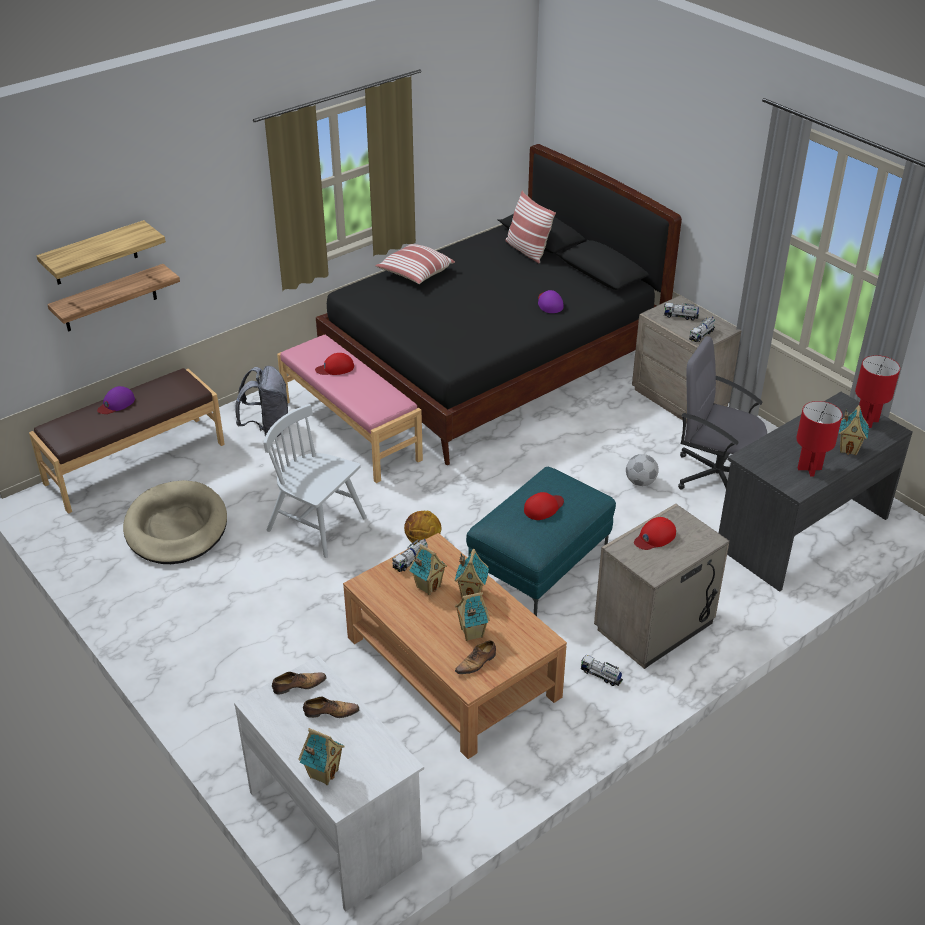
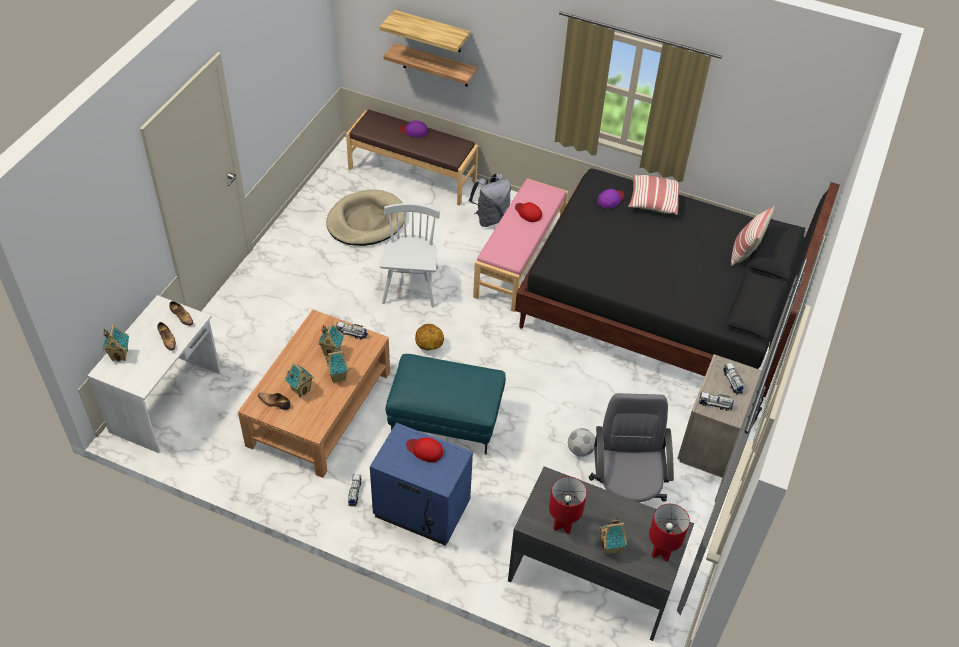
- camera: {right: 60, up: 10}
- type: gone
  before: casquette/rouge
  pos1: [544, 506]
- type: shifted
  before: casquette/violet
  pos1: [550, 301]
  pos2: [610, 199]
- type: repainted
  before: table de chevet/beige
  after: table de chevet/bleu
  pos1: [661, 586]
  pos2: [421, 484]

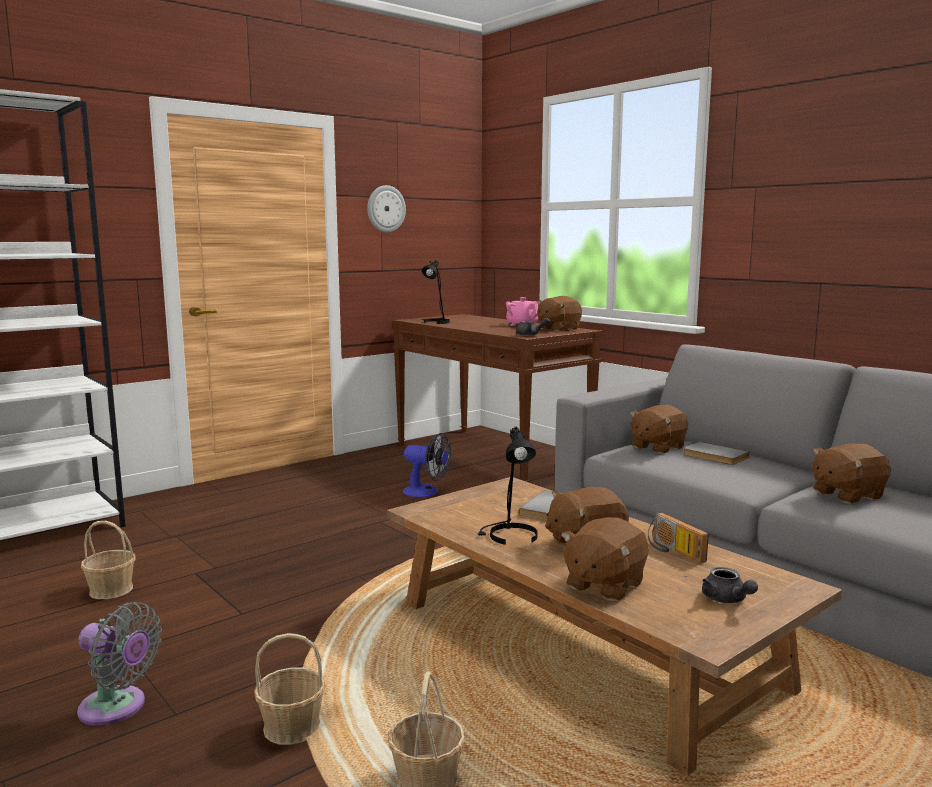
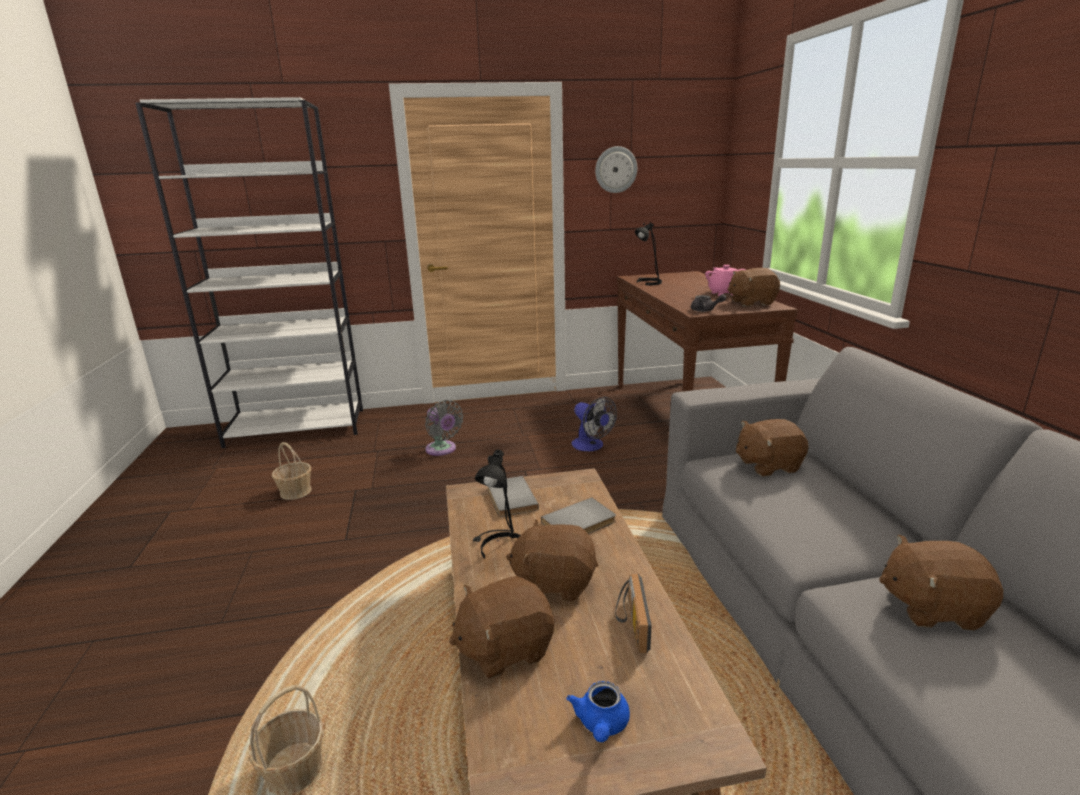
- camera: {right: 30, up: 10}
- type: gone
  before: panier
  pos1: [290, 689]
- type: shifted
  before: ventilateur/gris
  pos1: [119, 664]
  pos2: [444, 428]
- type: shifted
  before: livre/gris
  pos1: [716, 453]
  pos2: [513, 496]
- type: repainted
  before: théière/gris
  after: théière/bleu
  pos1: [730, 585]
  pos2: [598, 711]

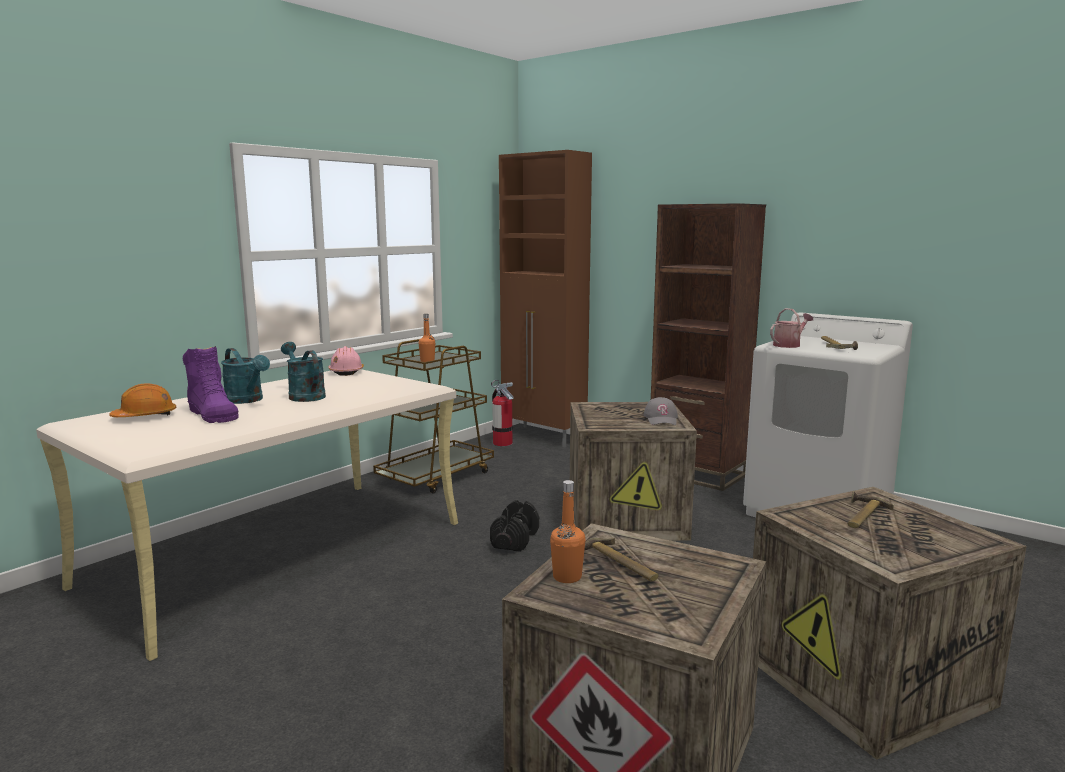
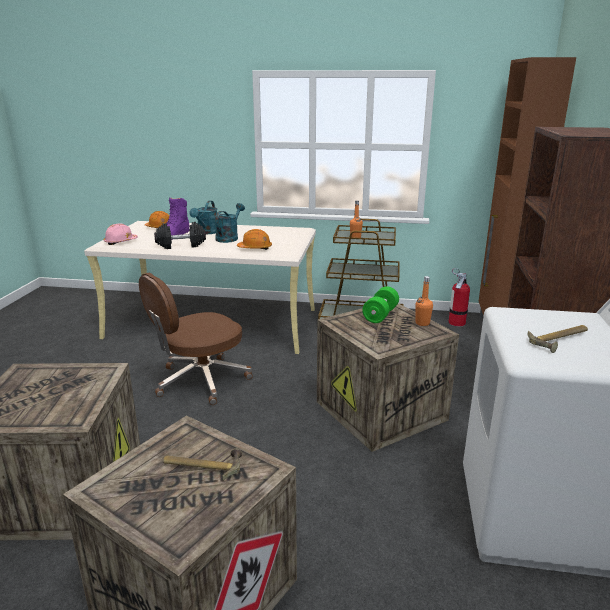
- camera: {right: 60, up: 10}
- type: gone
  before: marteau
  pos1: [621, 559]
- type: gone
  before: casquette/gris
  pos1: [661, 411]
- type: gone
  before: arrosoir
  pos1: [791, 328]
- type: new
  after: chaise de bureau/marron
  pos2: [196, 339]
- type: new
  after: casque de chantier/orange
  pos2: [254, 239]
- type: new
  after: haltère/vert
  pos2: [380, 304]
- type: shifted
  before: casque de chantier/rose
  pos1: [346, 361]
  pos2: [120, 234]
- type: shifted
  before: haltère/noir
  pos1: [514, 526]
  pos2: [180, 235]
- type: shifted
  before: bouteille/orange
  pos1: [567, 531]
  pos2: [424, 301]

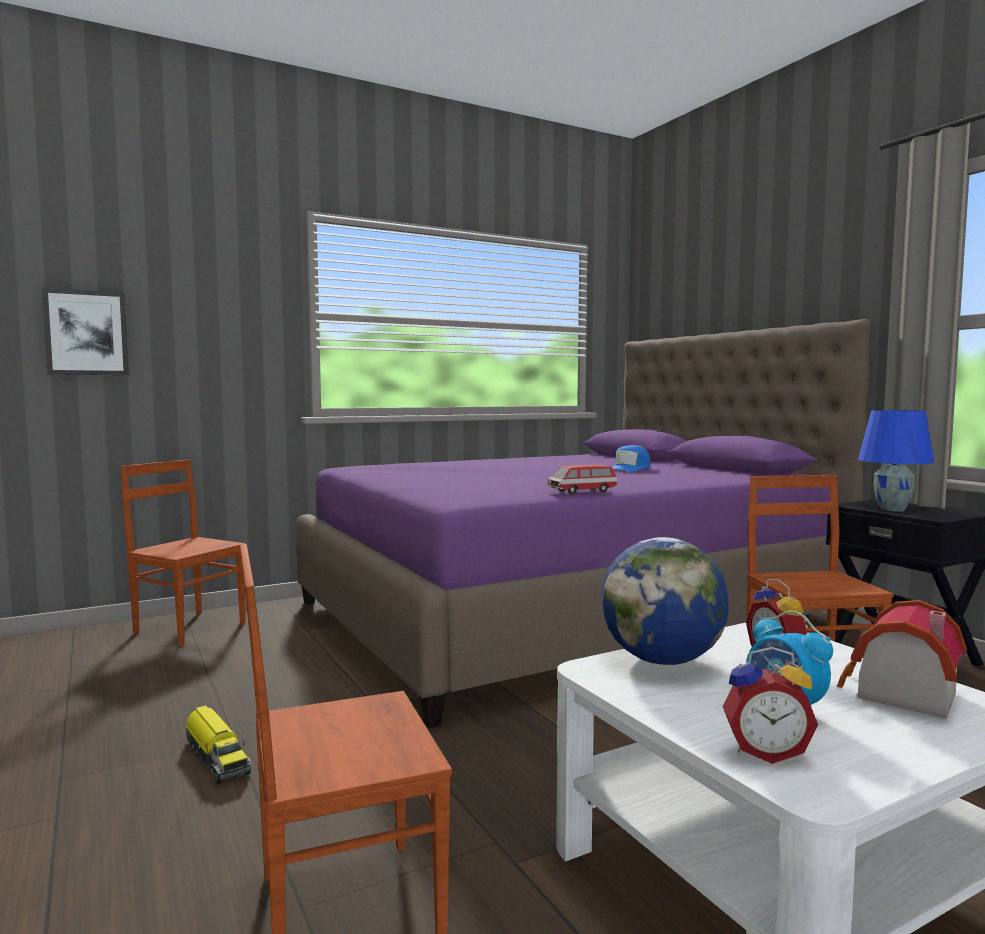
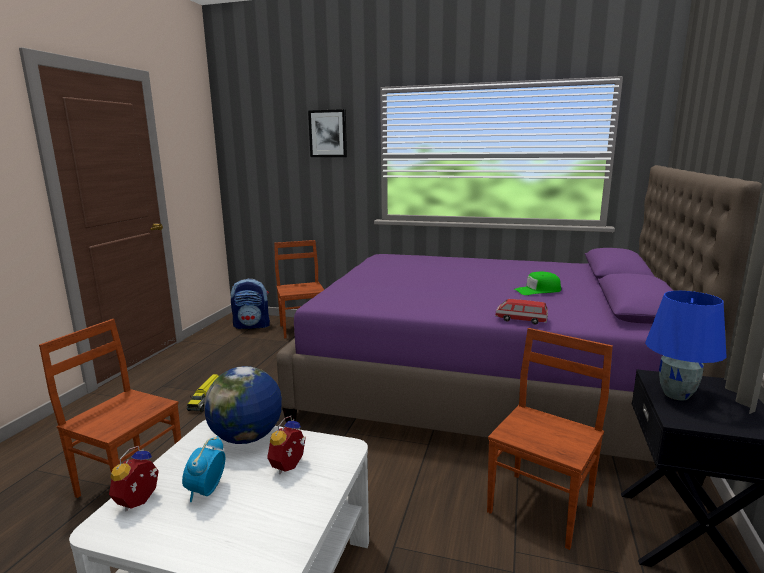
- camera: {right: 45, up: 10}
- type: gone
  before: maison miniature
  pos1: [902, 659]
- type: new
  after: sac à dos
  pos2: [250, 304]
- type: shifted
  before: tableau
  pos1: [85, 331]
  pos2: [327, 133]
- type: shifted
  before: petite voiture
  pos1: [582, 479]
  pos2: [521, 312]
- type: repainted
  before: casquette/bleu
  after: casquette/vert
  pos1: [631, 458]
  pos2: [537, 283]
- type: rotated
  before: réveil
  pos1: [770, 705]
  pos2: [134, 479]
  turn: 60

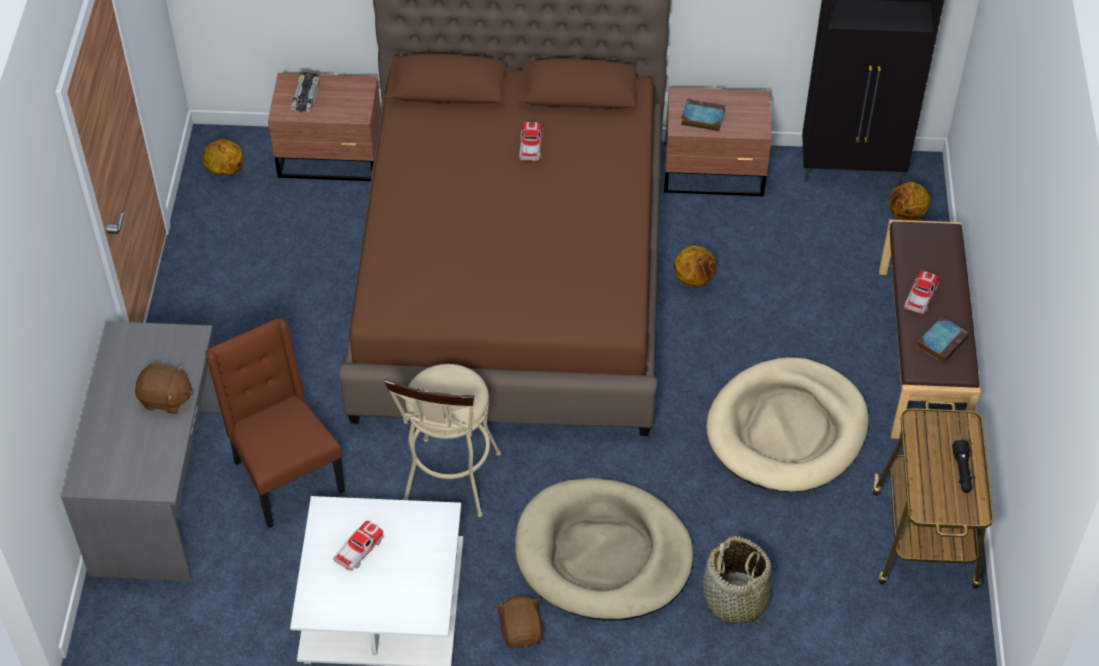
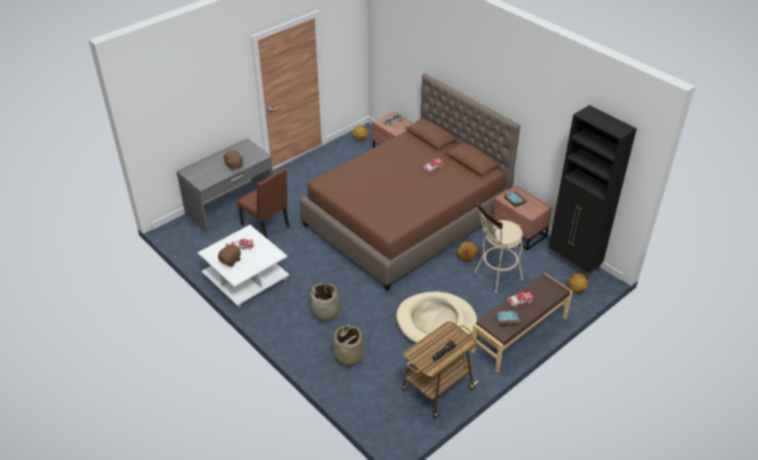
- camera: {right: 45, up: -10}
- type: shifted
  before: tabouret/beige
  pos1: [442, 440]
  pos2: [498, 247]
- type: shifted
  before: peluche/marron
  pos1: [520, 621]
  pos2: [229, 255]
- type: swapped
  before: panier pour chien/beige
  after: panier
  pos1: [604, 549]
  pos2: [327, 302]
- type: rotated
  before: chaise/marron
  pos1: [275, 423]
  pos2: [263, 203]
  turn: 120

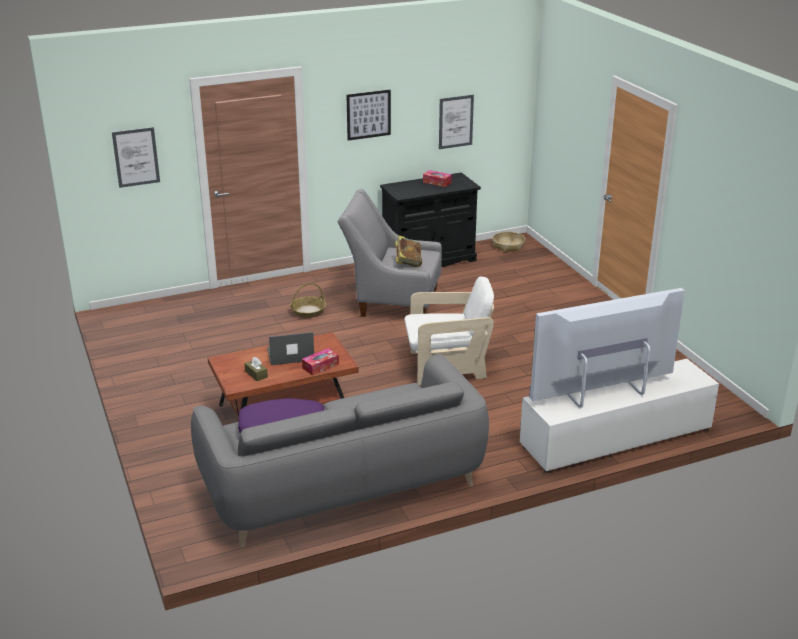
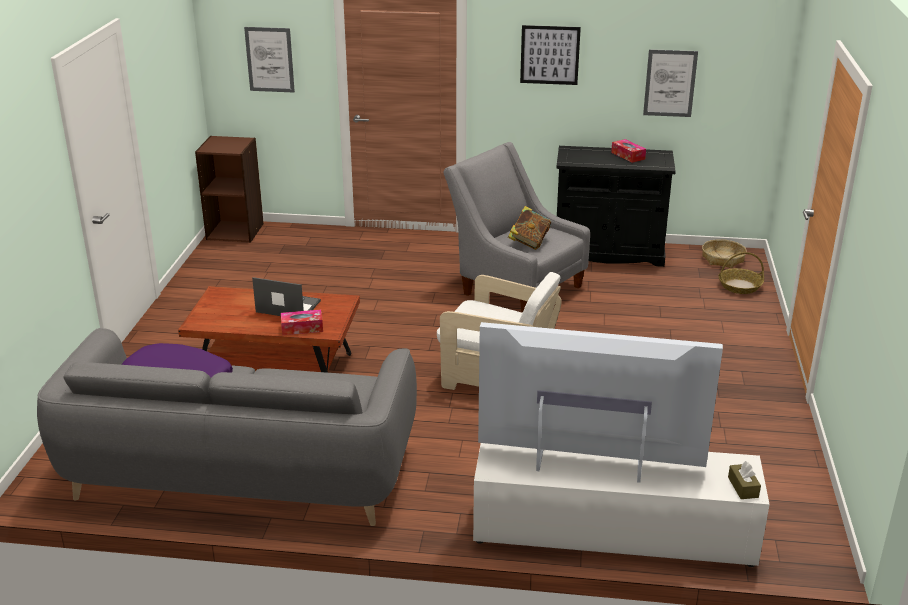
- camera: {right: 30, up: 0}
- type: new
  after: bibliothèque/marron
  pos2: [229, 189]
- type: shifted
  before: boîte à mouchoirs/marron
  pos1: [256, 369]
  pos2: [744, 480]
- type: shifted
  before: panier
  pos1: [308, 300]
  pos2: [741, 273]

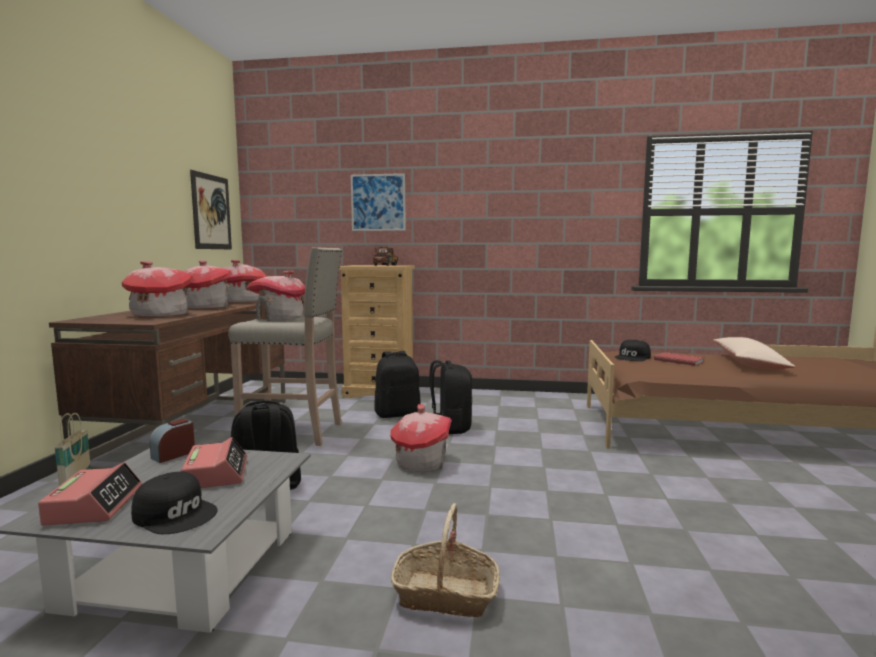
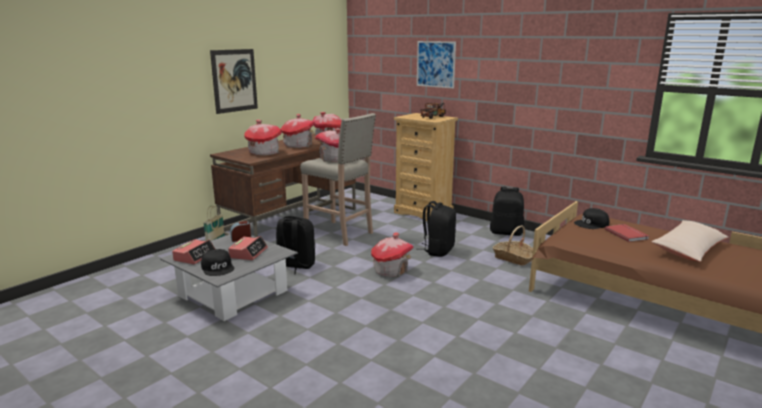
- camera: {right: 30, up: 10}
- type: shifted
  before: tableau
  pos1: [211, 209]
  pos2: [234, 81]
- type: shifted
  before: sac à dos/noir
  pos1: [397, 384]
  pos2: [507, 211]
- type: shifted
  before: panier
  pos1: [445, 560]
  pos2: [513, 246]

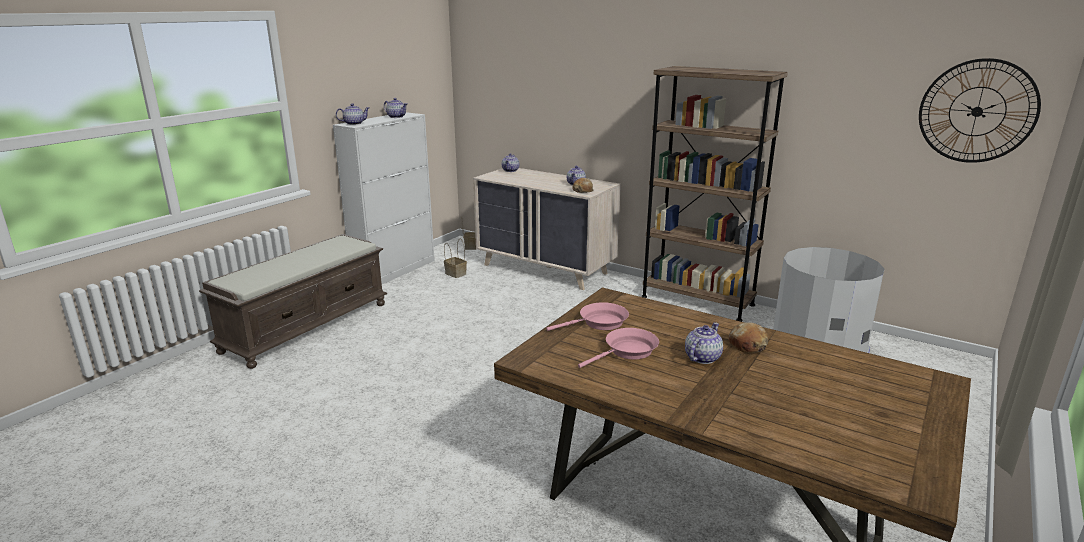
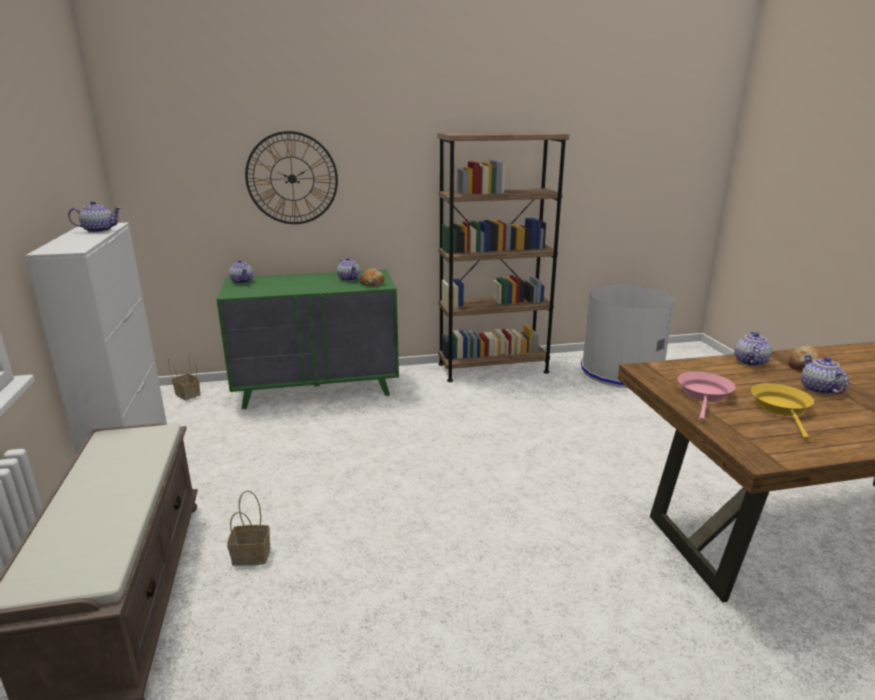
- camera: {right: -45, up: 0}
- type: shifted
  before: théière
  pos1: [352, 114]
  pos2: [753, 348]
- type: shifted
  before: panier
  pos1: [455, 258]
  pos2: [248, 528]
- type: shifted
  before: horloge murale
  pos1: [980, 110]
  pos2: [291, 177]
- type: repainted
  before: commode/beige
  after: commode/vert
  pos1: [547, 229]
  pos2: [307, 339]
- type: repainted
  before: poêle/rose
  after: poêle/jaune
  pos1: [618, 348]
  pos2: [782, 411]

